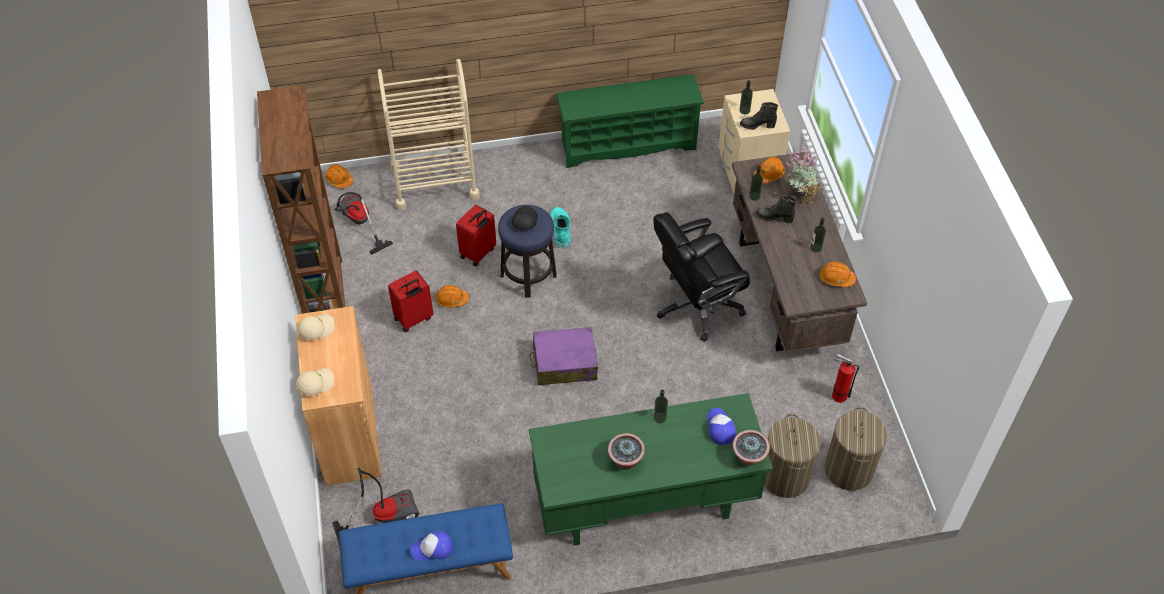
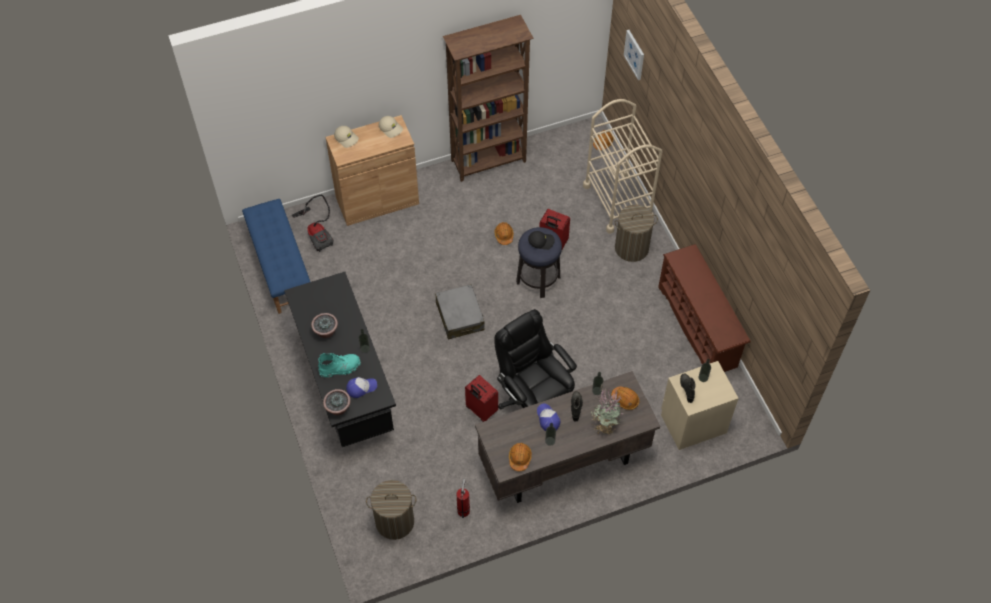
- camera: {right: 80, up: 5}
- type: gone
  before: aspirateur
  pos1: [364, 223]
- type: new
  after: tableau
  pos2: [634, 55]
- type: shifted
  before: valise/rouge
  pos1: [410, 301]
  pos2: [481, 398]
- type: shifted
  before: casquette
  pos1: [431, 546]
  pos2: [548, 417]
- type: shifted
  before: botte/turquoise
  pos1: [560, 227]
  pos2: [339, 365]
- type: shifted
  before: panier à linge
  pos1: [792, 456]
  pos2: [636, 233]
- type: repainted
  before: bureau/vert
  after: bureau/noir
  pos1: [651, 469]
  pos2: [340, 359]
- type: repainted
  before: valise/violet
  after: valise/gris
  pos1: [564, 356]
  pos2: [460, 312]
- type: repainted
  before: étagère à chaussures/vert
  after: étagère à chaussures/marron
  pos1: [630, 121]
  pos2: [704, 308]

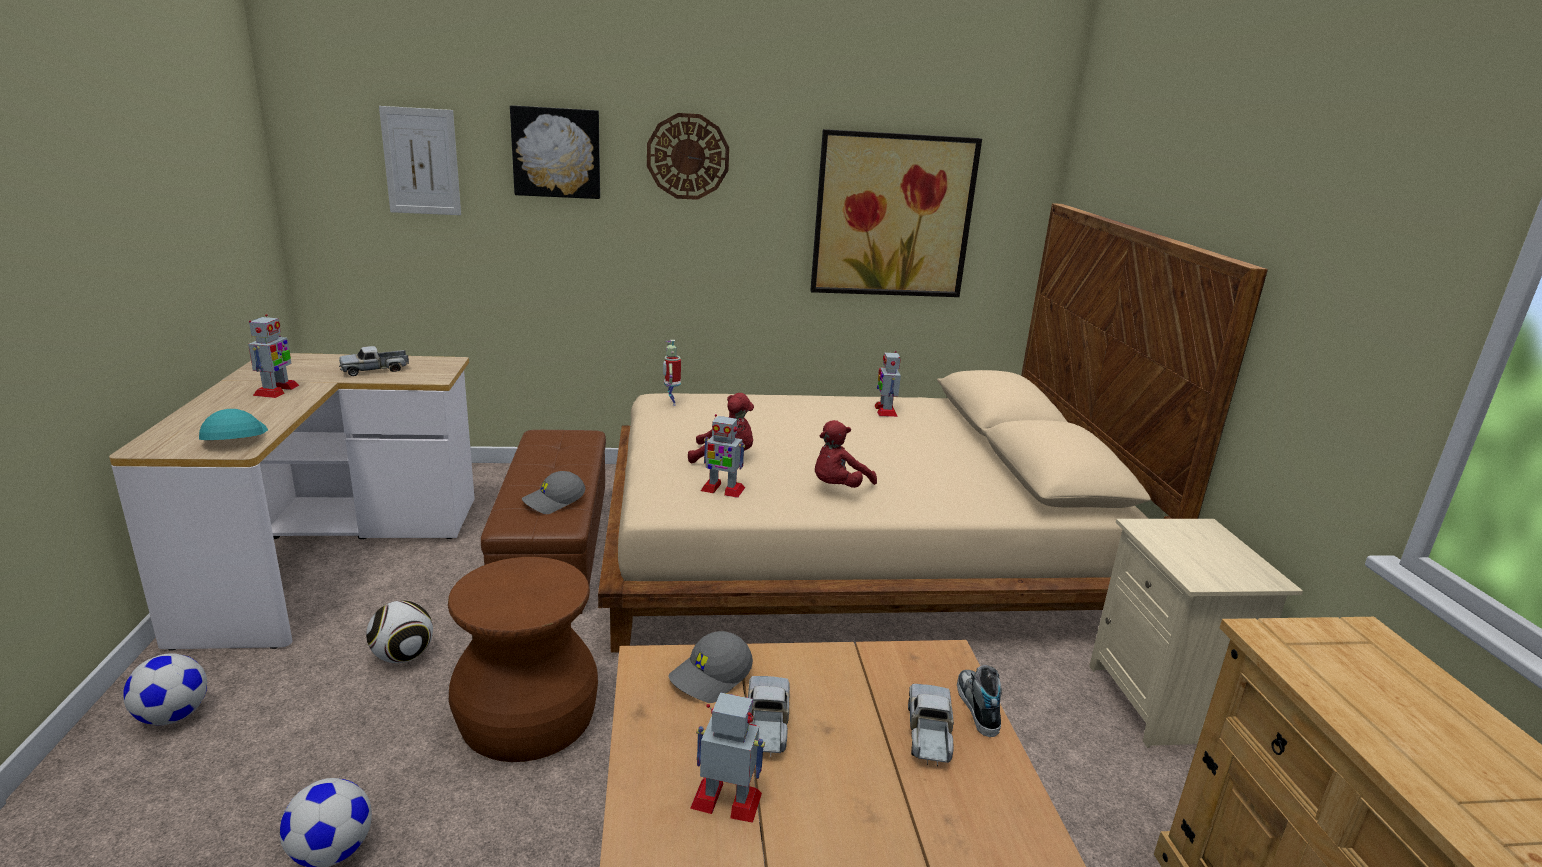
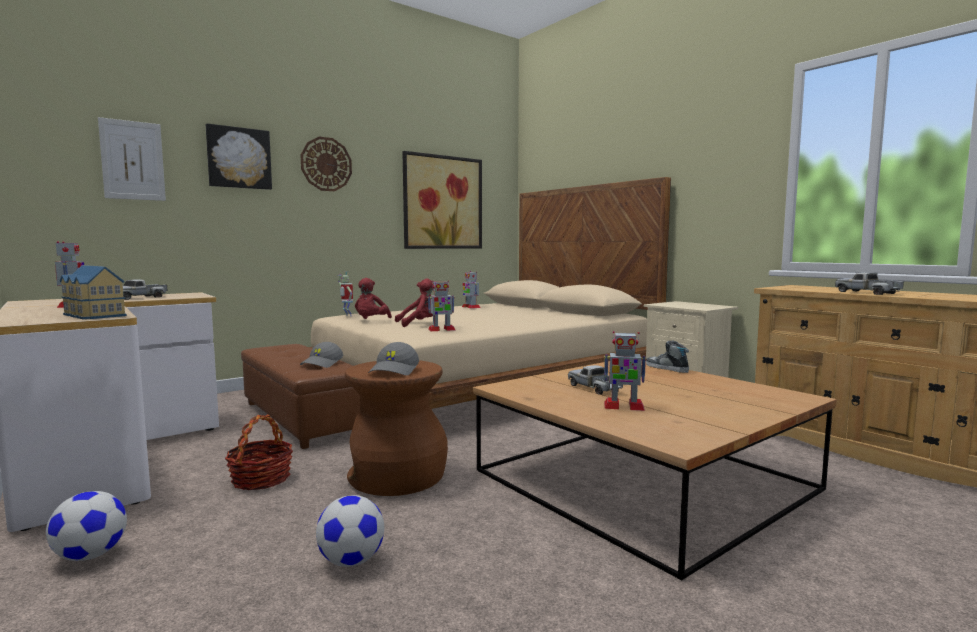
- camera: {right: -30, up: -15}
- type: shifted
  before: casquette/gris
  pos1: [711, 667]
  pos2: [393, 358]
- type: shifted
  before: peluche/rouge
  pos1: [846, 454]
  pos2: [373, 298]
- type: shifted
  before: camion jouet
  pos1: [931, 725]
  pos2: [869, 284]
- type: swapped
  before: casquette/turquoise
  after: maison miniature
  pos1: [233, 424]
  pos2: [93, 292]
- type: swapped
  before: ballon de foot
  after: panier
  pos1: [399, 631]
  pos2: [259, 452]
- type: rotated
  before: robot jouet
  pos1: [727, 757]
  pos2: [625, 371]
  turn: -150

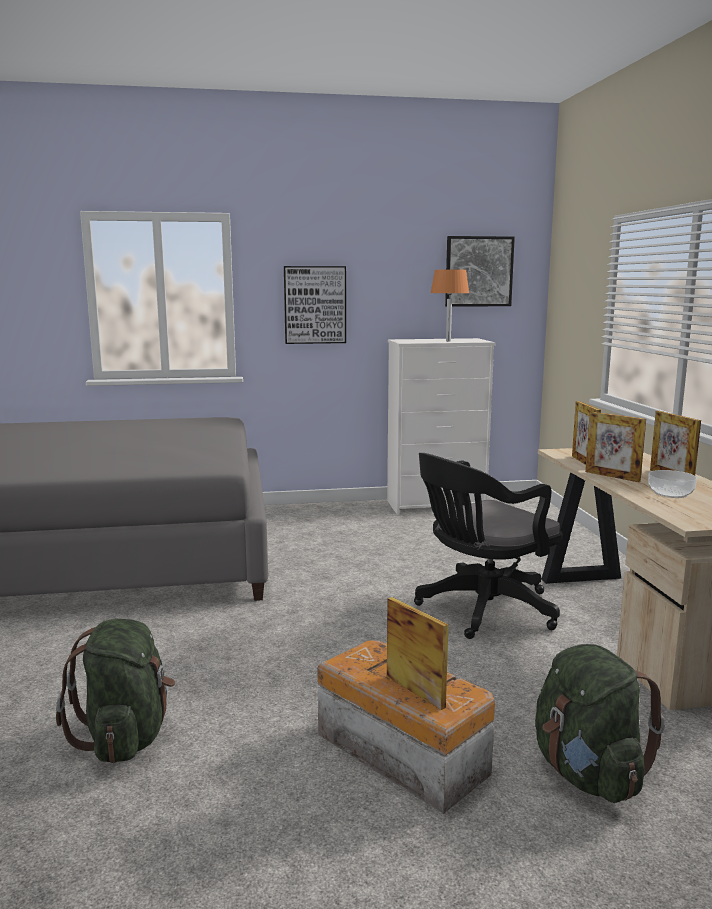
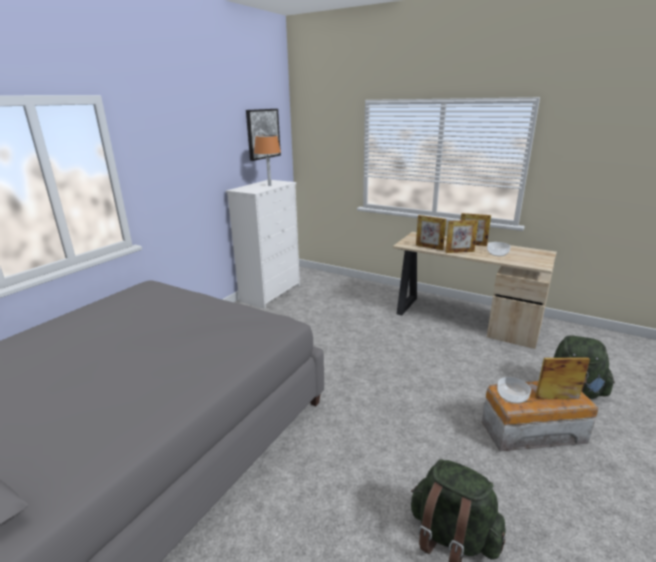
- camera: {right: -50, up: 10}
- type: gone
  before: tableau
  pos1: [315, 305]
- type: gone
  before: chaise de bureau/noir
  pos1: [488, 546]
- type: new
  after: bol
  pos2: [514, 390]

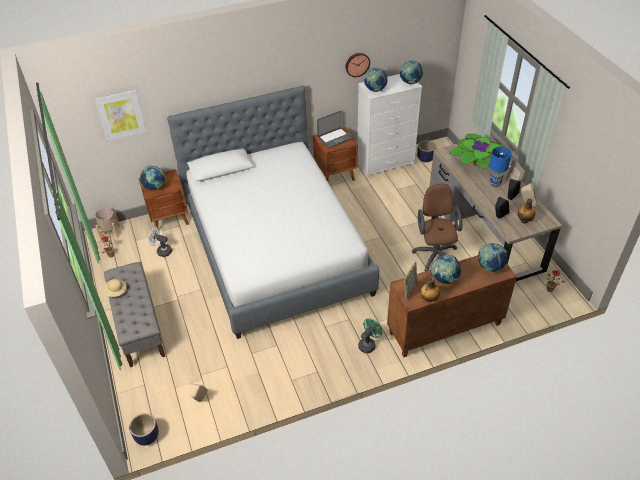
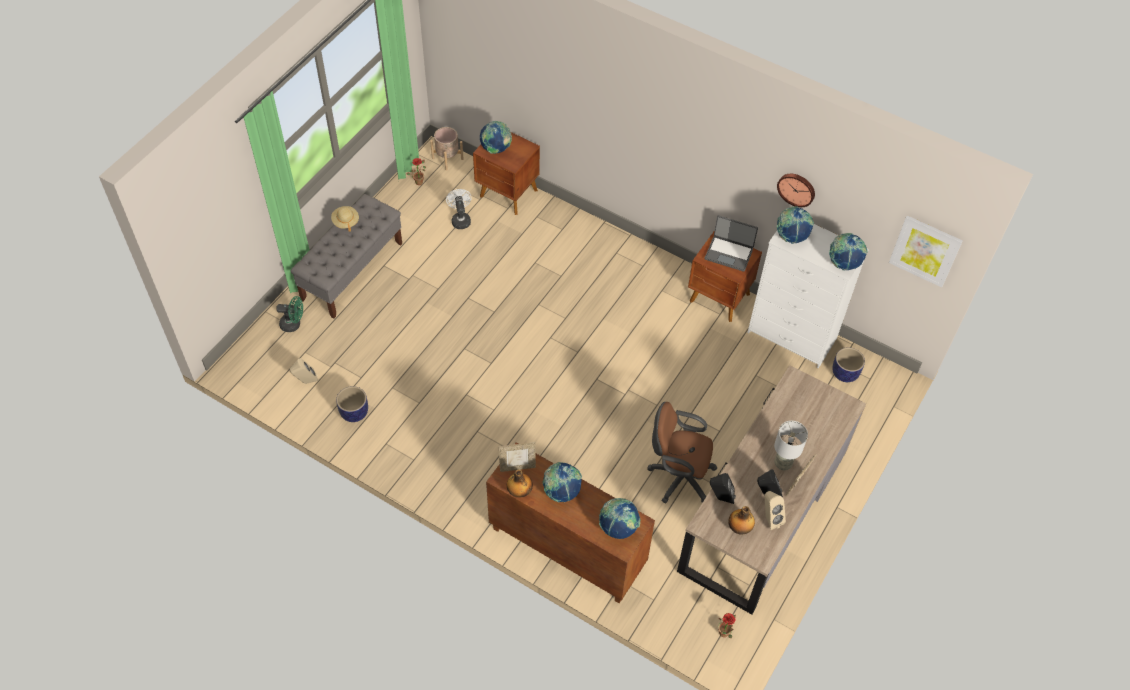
- camera: {right: 50, up: 10}
- type: gone
  before: lit
  pos1: [273, 212]
- type: gone
  before: plante en pot
  pos1: [476, 151]
- type: shifted
  before: tableau
  pos1: [121, 115]
  pos2: [926, 251]
- type: shifted
  before: cache-pot
  pos1: [144, 429]
  pos2: [352, 404]
- type: shifted
  before: ventilateur/vert
  pos1: [370, 335]
  pos2: [289, 314]
- type: repainted
  before: lampe de table/bleu
  after: lampe de table/gris
  pos1: [500, 167]
  pos2: [791, 445]
- type: rotated
  before: chaise de bureau/marron
  pos1: [437, 227]
  pos2: [682, 452]
  turn: -120

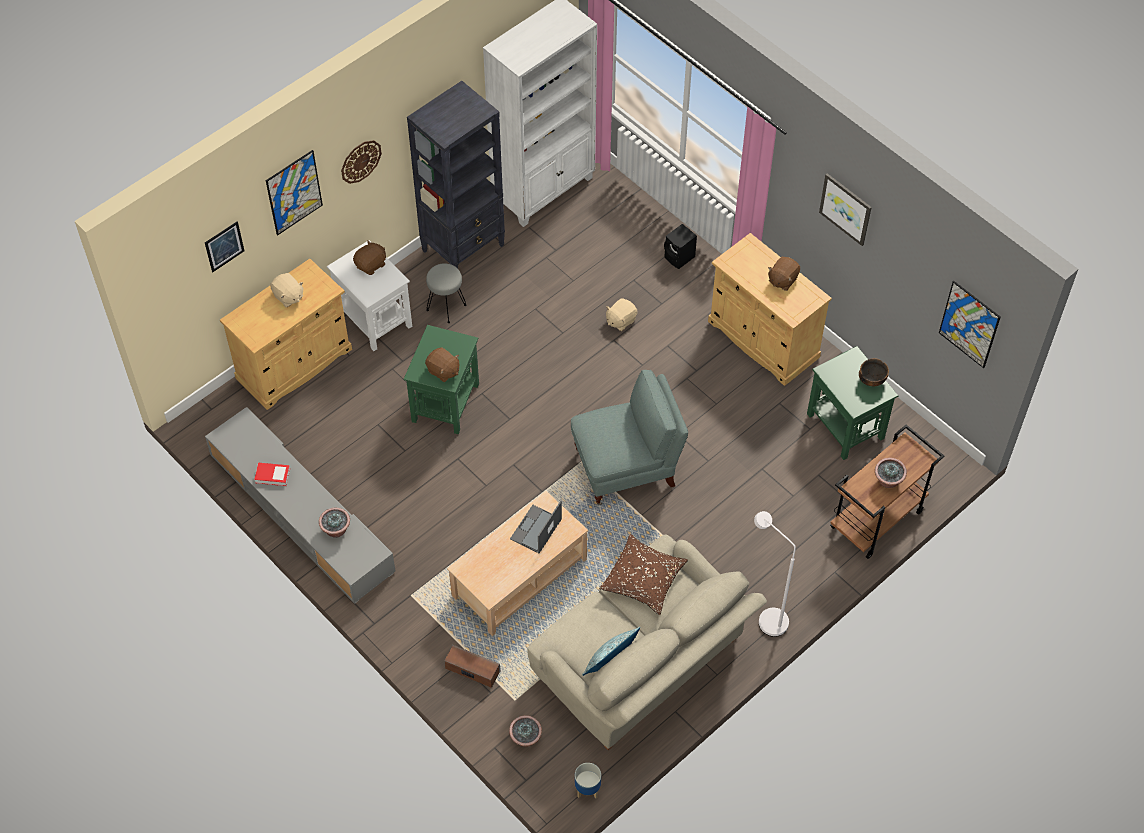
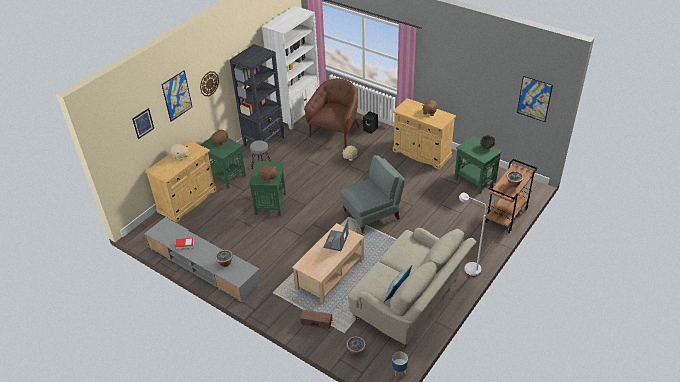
- camera: {right: -10, up: -15}
- type: gone
  before: coussin/marron
  pos1: [643, 574]
- type: gone
  before: tableau
  pos1: [845, 209]
- type: new
  after: fauteuil/marron
  pos2: [331, 112]
- type: repainted
  before: table d'appoint/blanc
  after: table d'appoint/vert
  pos1: [369, 295]
  pos2: [223, 163]

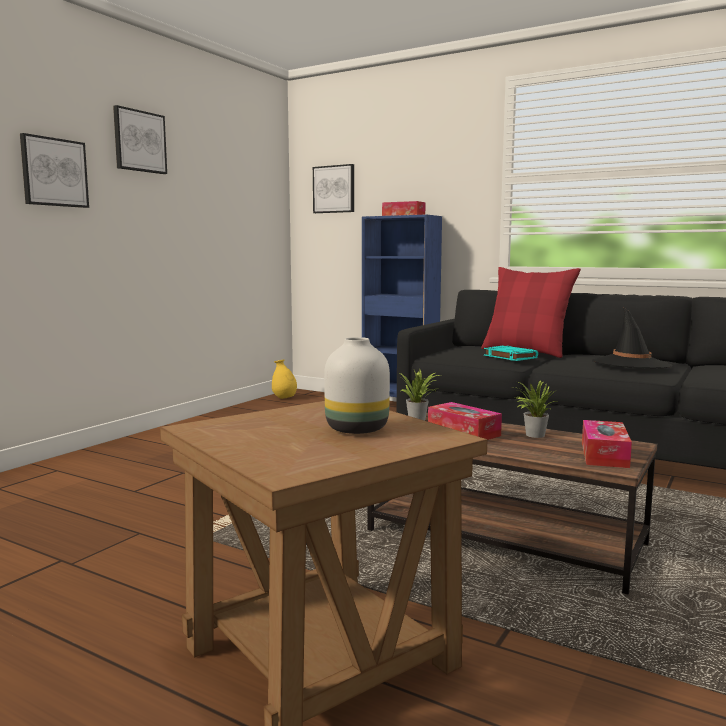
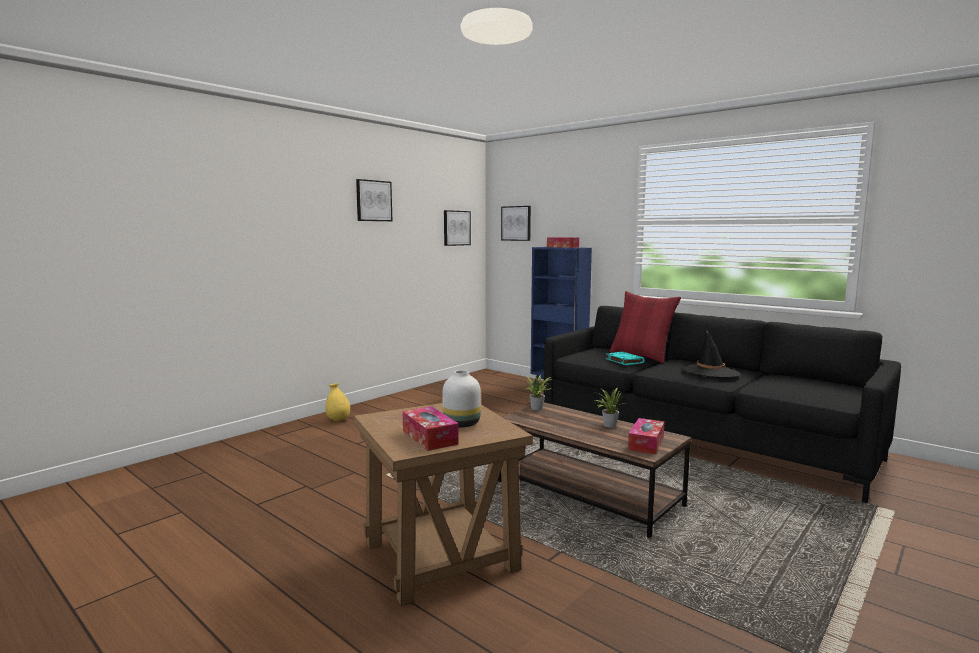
- camera: {right: 10, up: 0}
- type: shifted
  before: tableau
  pos1: [54, 170]
  pos2: [457, 228]
- type: shifted
  before: vase/jaune
  pos1: [284, 379]
  pos2: [337, 402]
- type: shifted
  before: boîte à mouchoirs
  pos1: [465, 421]
  pos2: [430, 428]

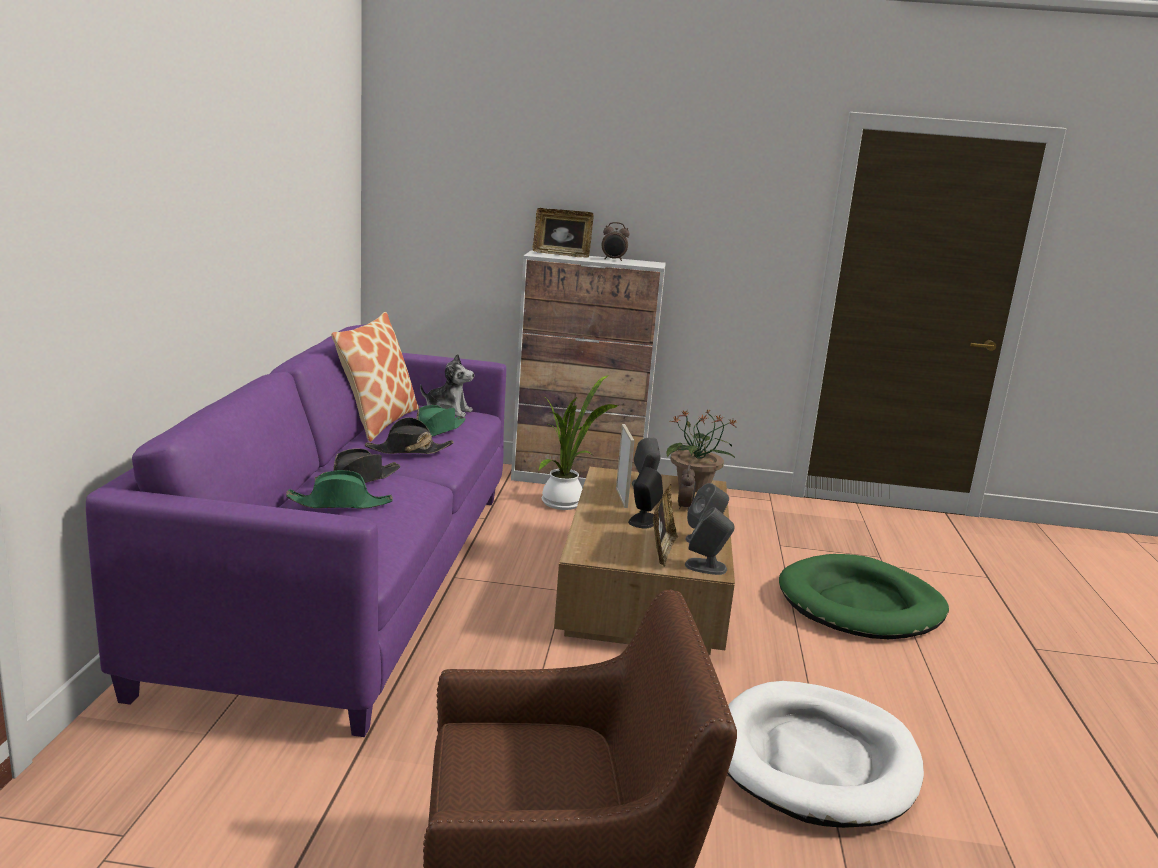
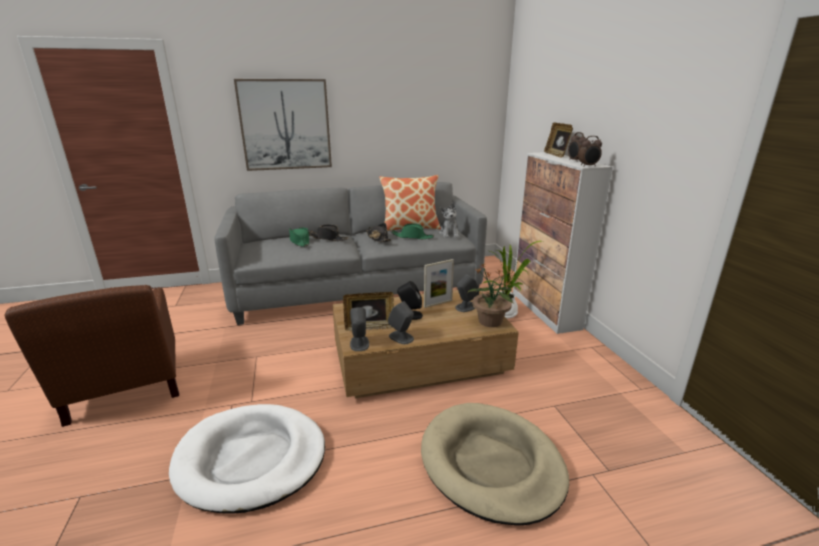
- camera: {right: 70, up: 5}
- type: new
  after: tableau
  pos2: [283, 125]
- type: shifted
  before: réveil
  pos1: [686, 487]
  pos2: [590, 151]
- type: repainted
  before: canapé/violet
  after: canapé/gris
  pos1: [296, 530]
  pos2: [351, 253]
- type: repainted
  before: panier pour chien/vert
  after: panier pour chien/beige
  pos1: [864, 596]
  pos2: [495, 464]

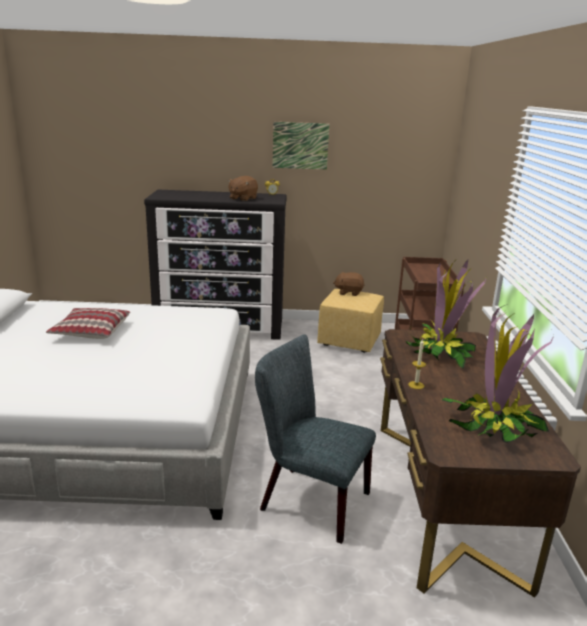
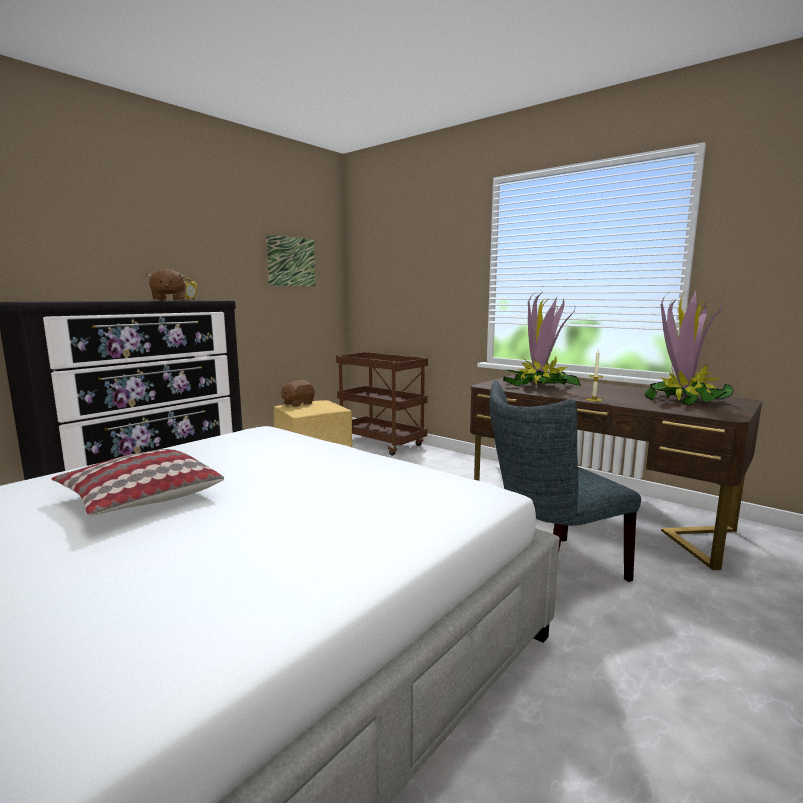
- camera: {right: -50, up: -10}
- type: shifted
  before: tableau
  pos1: [300, 146]
  pos2: [290, 260]

